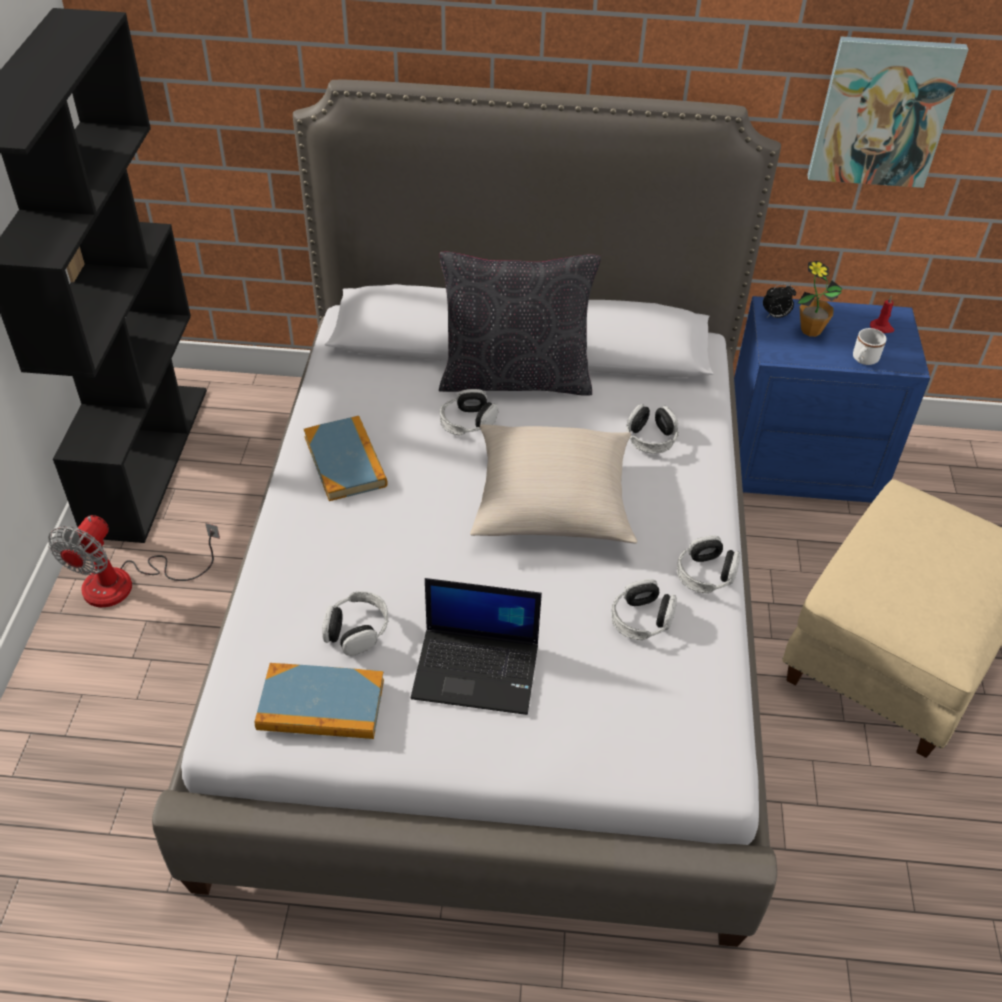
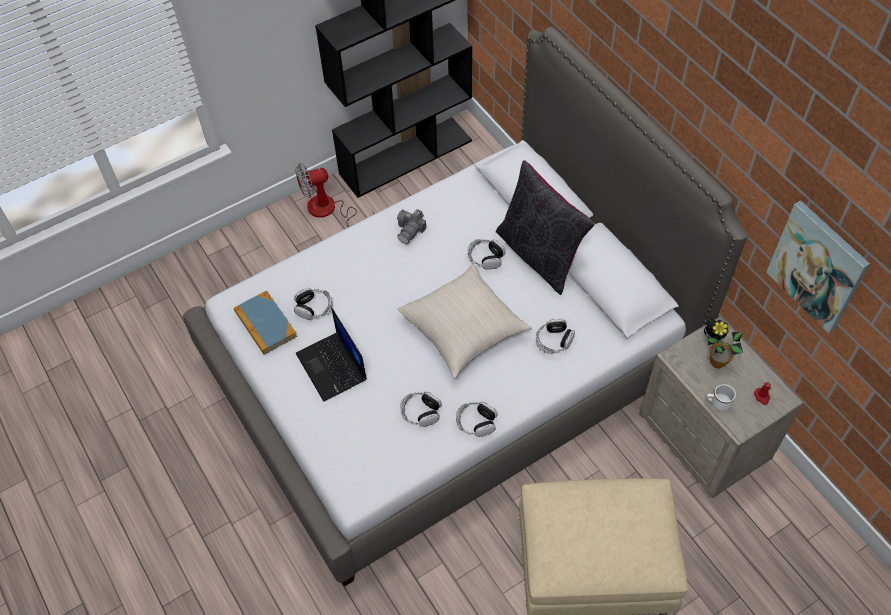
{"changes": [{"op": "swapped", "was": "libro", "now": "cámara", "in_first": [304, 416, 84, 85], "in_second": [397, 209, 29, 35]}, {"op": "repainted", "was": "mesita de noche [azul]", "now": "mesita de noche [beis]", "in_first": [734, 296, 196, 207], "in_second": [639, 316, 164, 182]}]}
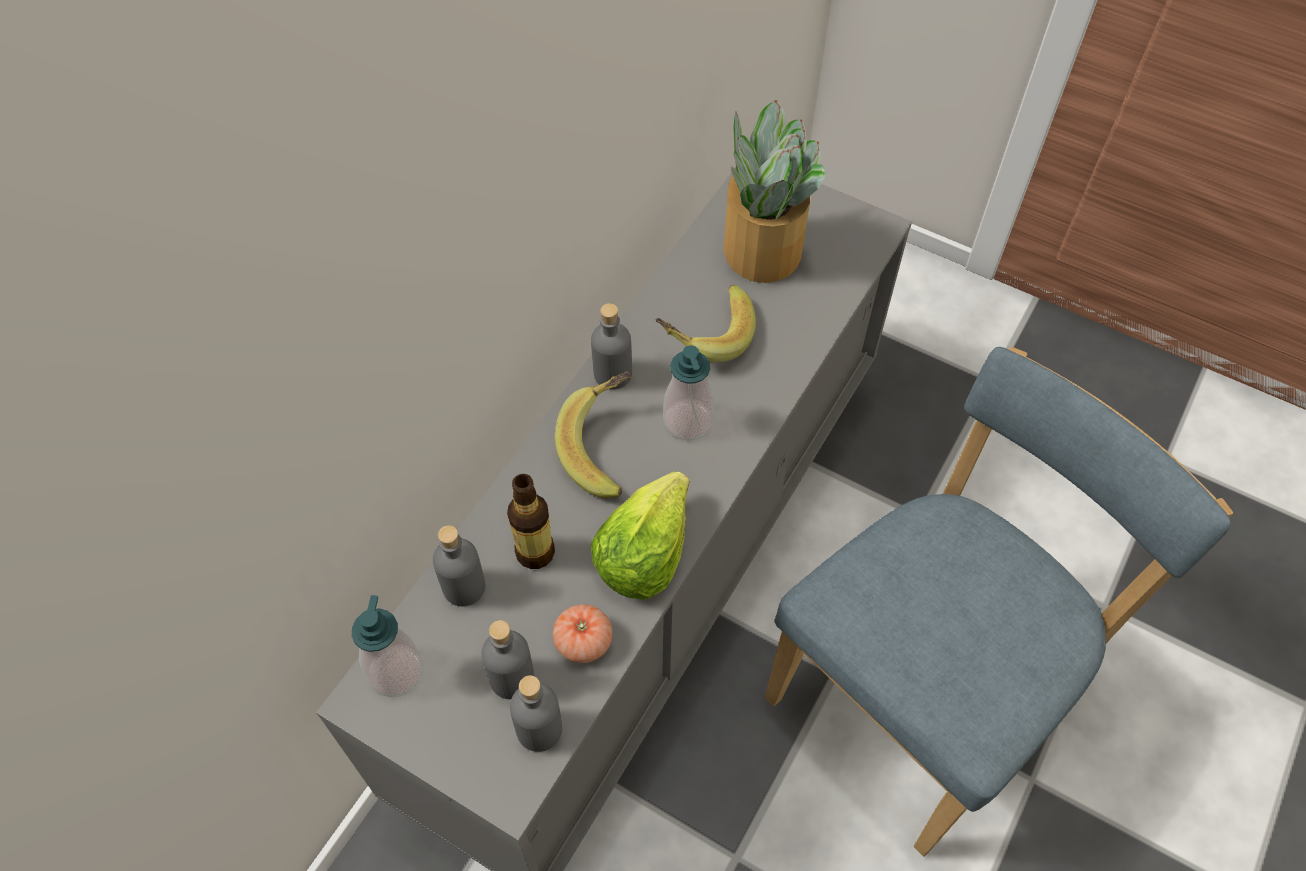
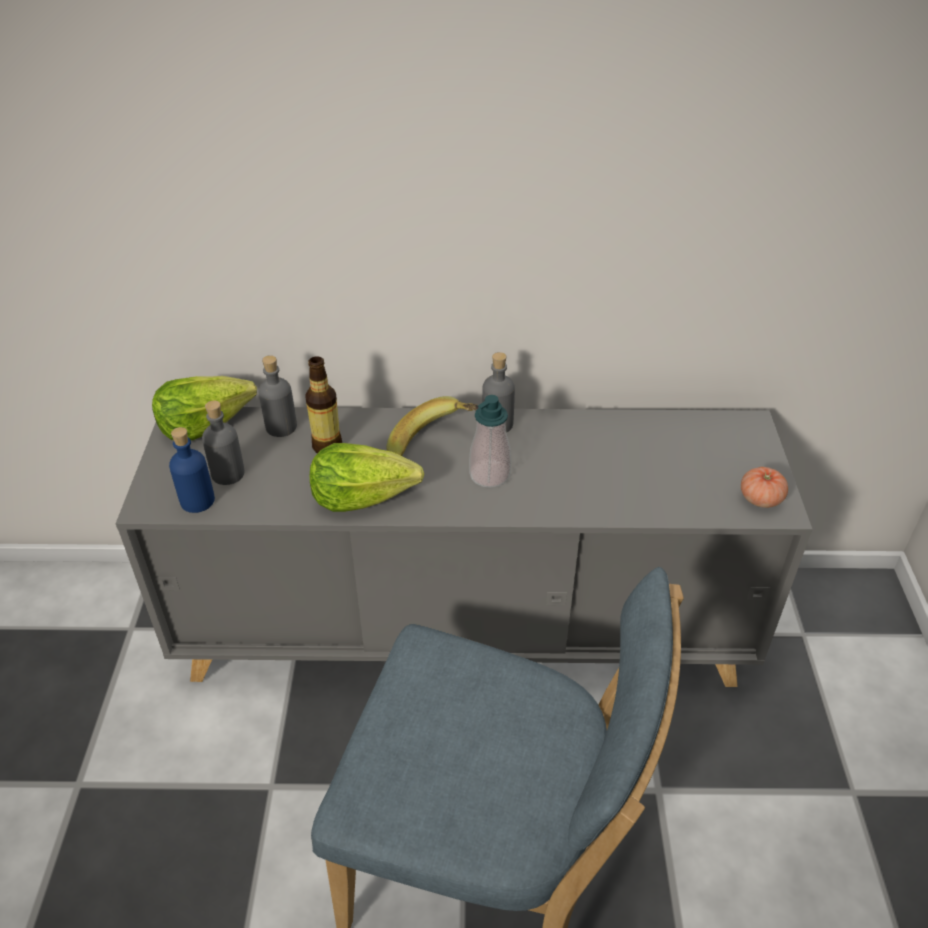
{"changes": [{"op": "gone", "was": "plátano", "in_first": [655, 285, 101, 78]}, {"op": "gone", "was": "planta en maceta", "in_first": [724, 100, 102, 183]}, {"op": "shifted", "was": "tomate", "in_first": [553, 604, 59, 59], "in_second": [741, 467, 47, 41]}, {"op": "swapped", "was": "dispensador de jabón", "now": "lechuga", "in_first": [352, 595, 71, 102], "in_second": [152, 376, 105, 64]}, {"op": "repainted", "was": "botella [gris]", "now": "botella [azul]", "in_first": [510, 675, 52, 77], "in_second": [169, 427, 46, 86]}]}
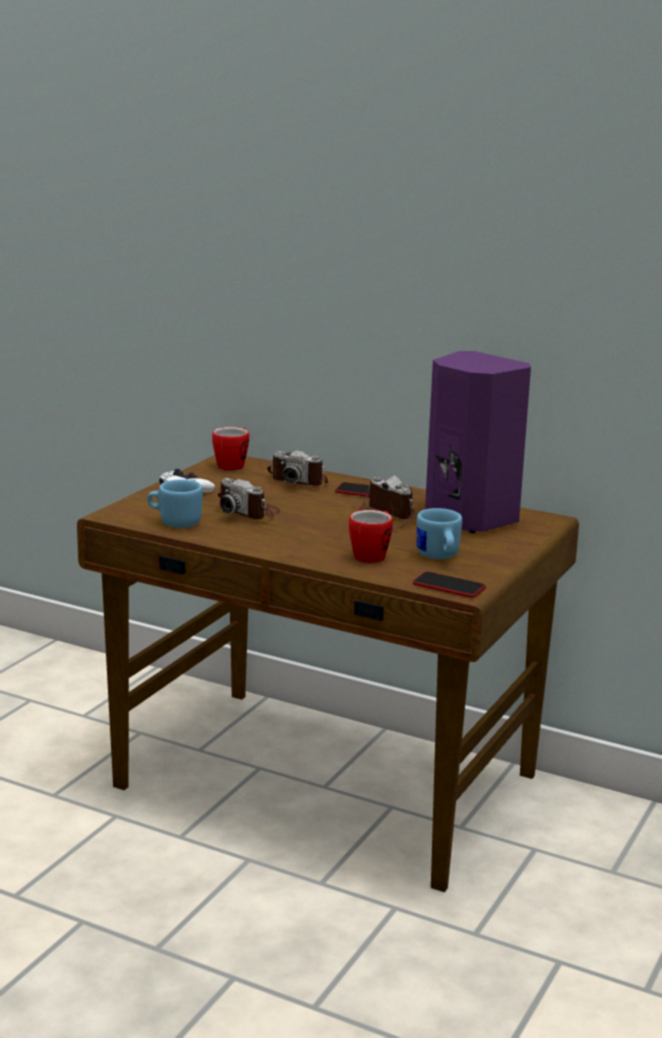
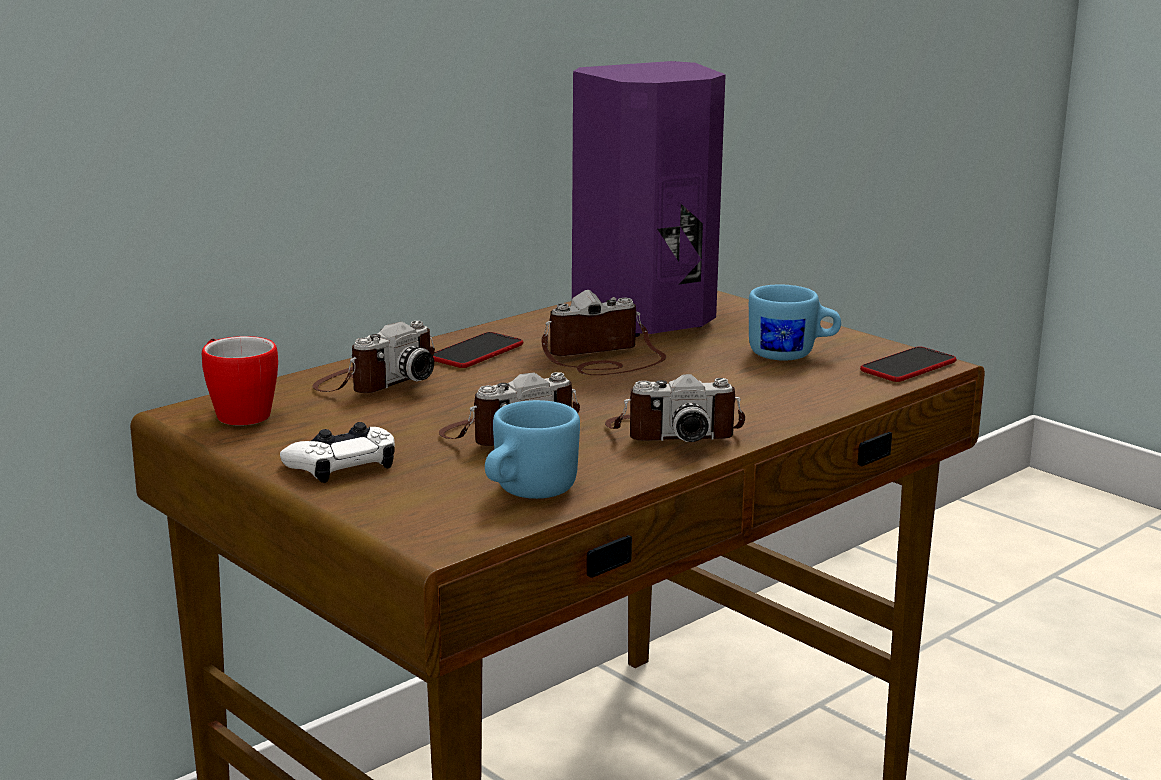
{"changes": [{"op": "gone", "was": "taza grande", "in_first": [349, 510, 44, 53]}, {"op": "new", "now": "cámara", "in_second": [605, 374, 140, 68]}]}
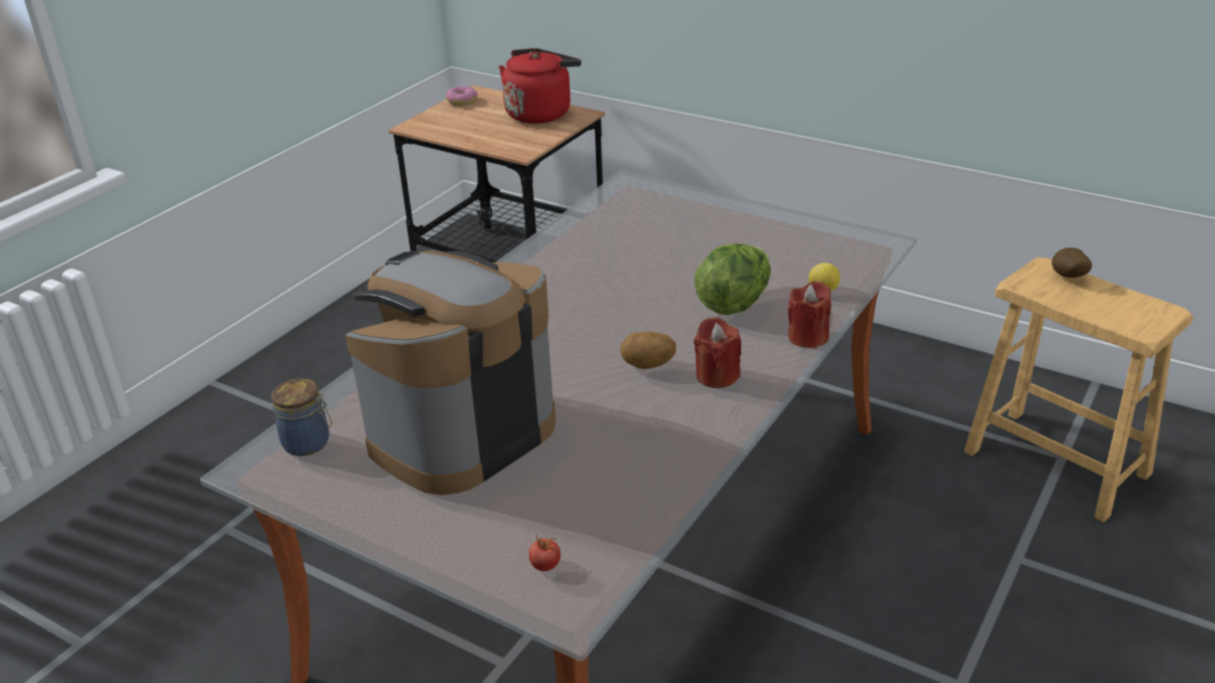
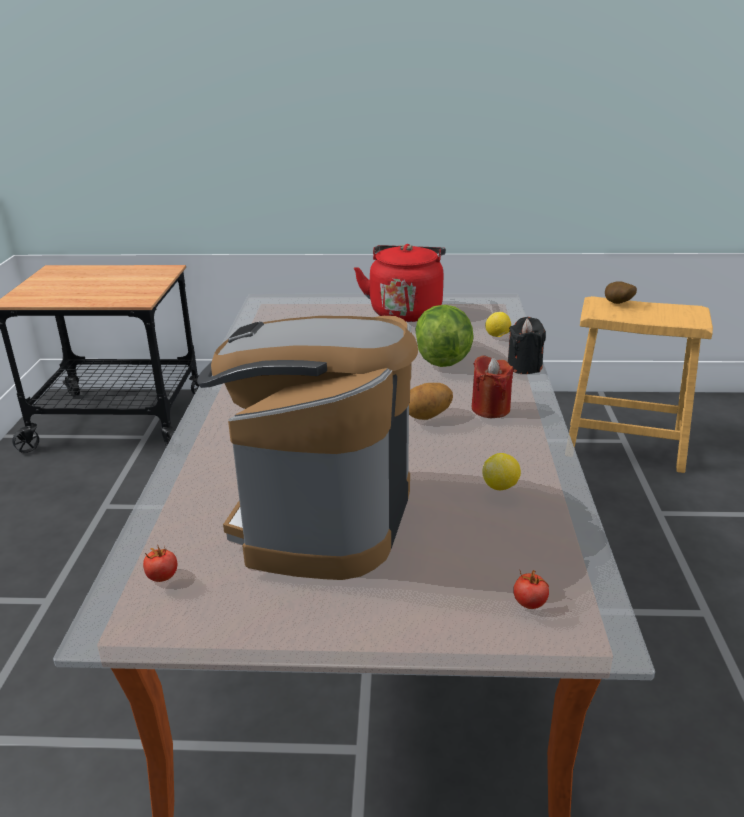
{"changes": [{"op": "gone", "was": "rosquilla", "in_first": [446, 86, 32, 20]}, {"op": "new", "now": "limón", "in_second": [482, 453, 39, 37]}, {"op": "shifted", "was": "hervidor [rojo]", "in_first": [499, 48, 82, 76], "in_second": [354, 244, 92, 78]}, {"op": "swapped", "was": "tarro", "now": "tomate", "in_first": [271, 379, 61, 77], "in_second": [143, 546, 34, 36]}, {"op": "repainted", "was": "vela [rojo]", "now": "vela [negro]", "in_first": [788, 281, 43, 68], "in_second": [508, 317, 38, 57]}]}
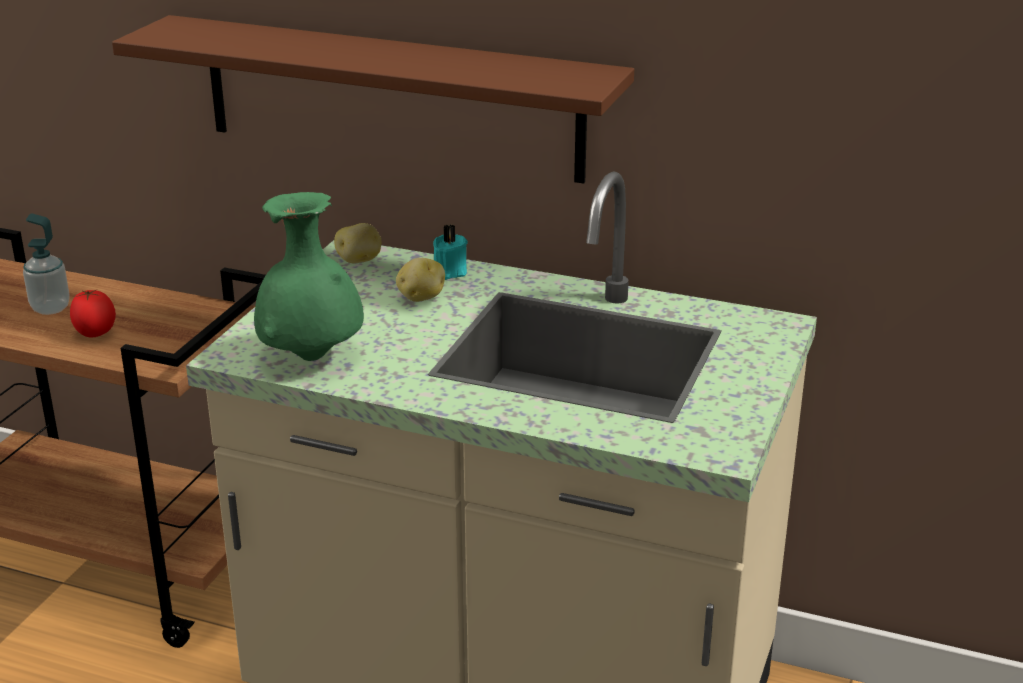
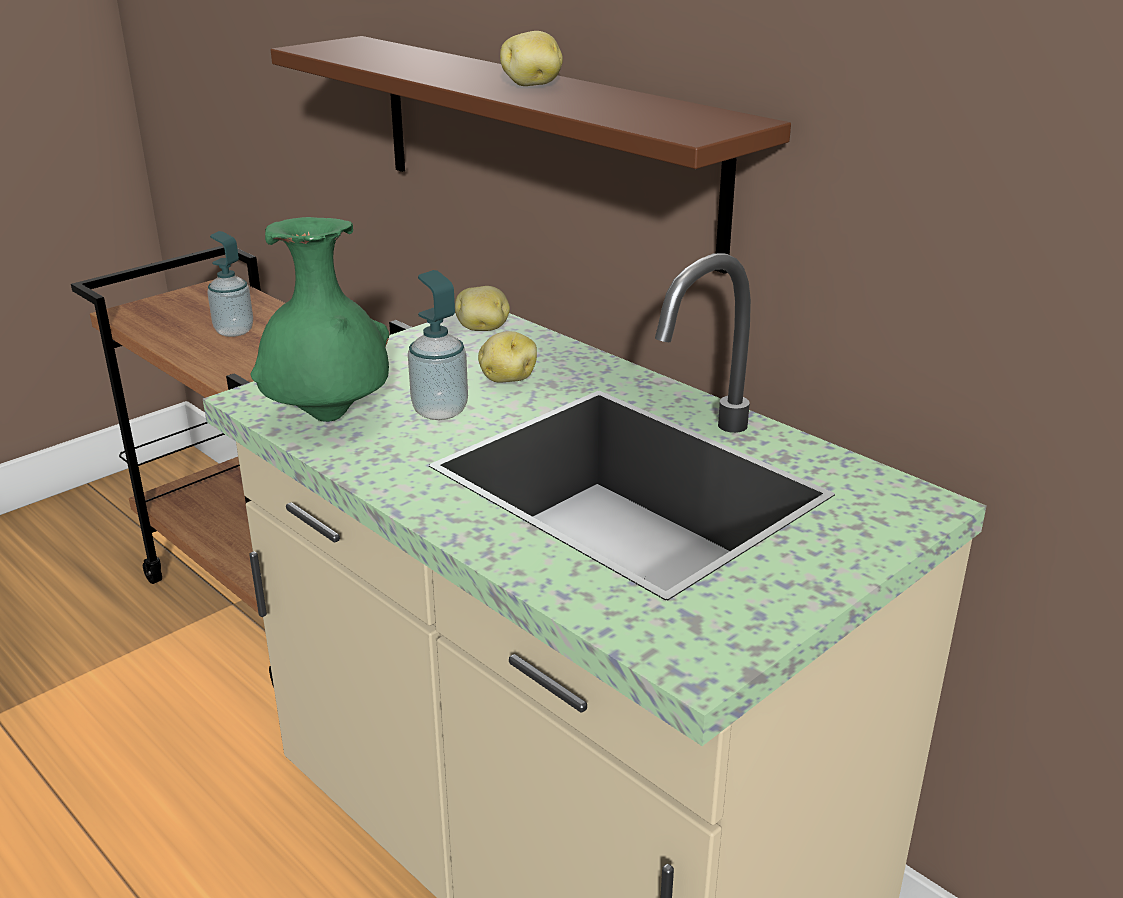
{"changes": [{"op": "gone", "was": "tomate", "in_first": [70, 290, 46, 47]}, {"op": "gone", "was": "vela [turquesa]", "in_first": [433, 224, 35, 56]}, {"op": "new", "now": "dispensador de jabón", "in_second": [408, 270, 60, 150]}, {"op": "new", "now": "patata", "in_second": [500, 31, 63, 55]}]}
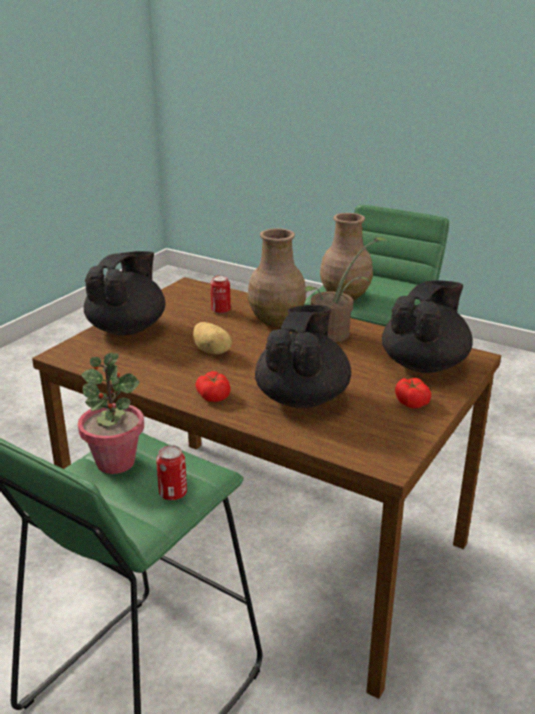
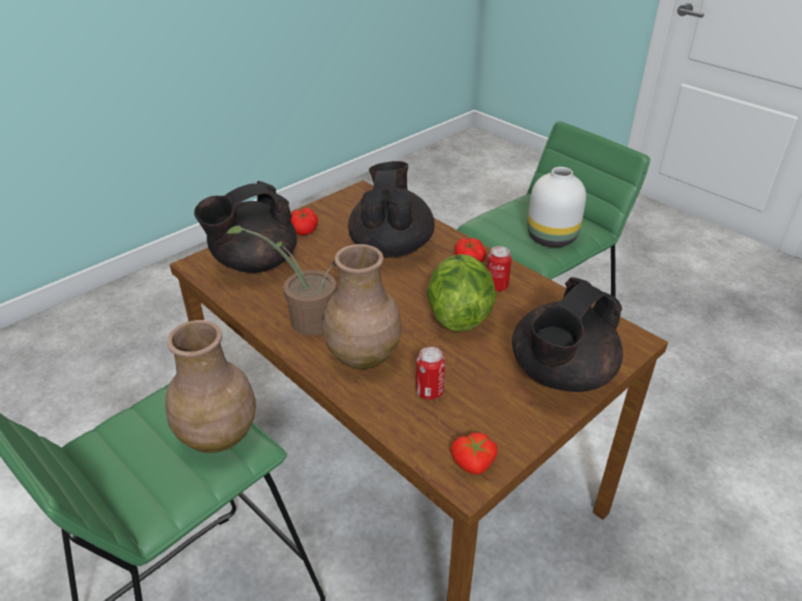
{"changes": [{"op": "new", "now": "tomate", "in_second": [450, 433, 48, 42]}, {"op": "shifted", "was": "lata", "in_first": [156, 445, 31, 55], "in_second": [487, 246, 25, 46]}, {"op": "swapped", "was": "planta en maceta", "now": "florero [blanco]", "in_first": [78, 352, 66, 122], "in_second": [527, 167, 59, 80]}, {"op": "swapped", "was": "patata", "now": "lechuga", "in_first": [193, 322, 39, 32], "in_second": [427, 254, 69, 78]}, {"op": "rotated", "was": "tetera [negro]", "in_first": [255, 305, 96, 103], "in_second": [348, 161, 86, 97], "clockwise": 150}]}
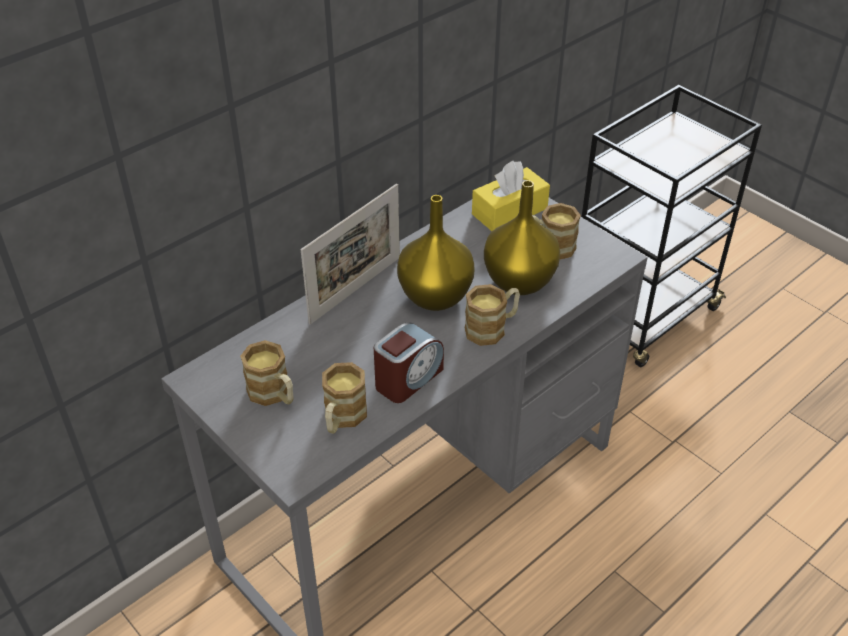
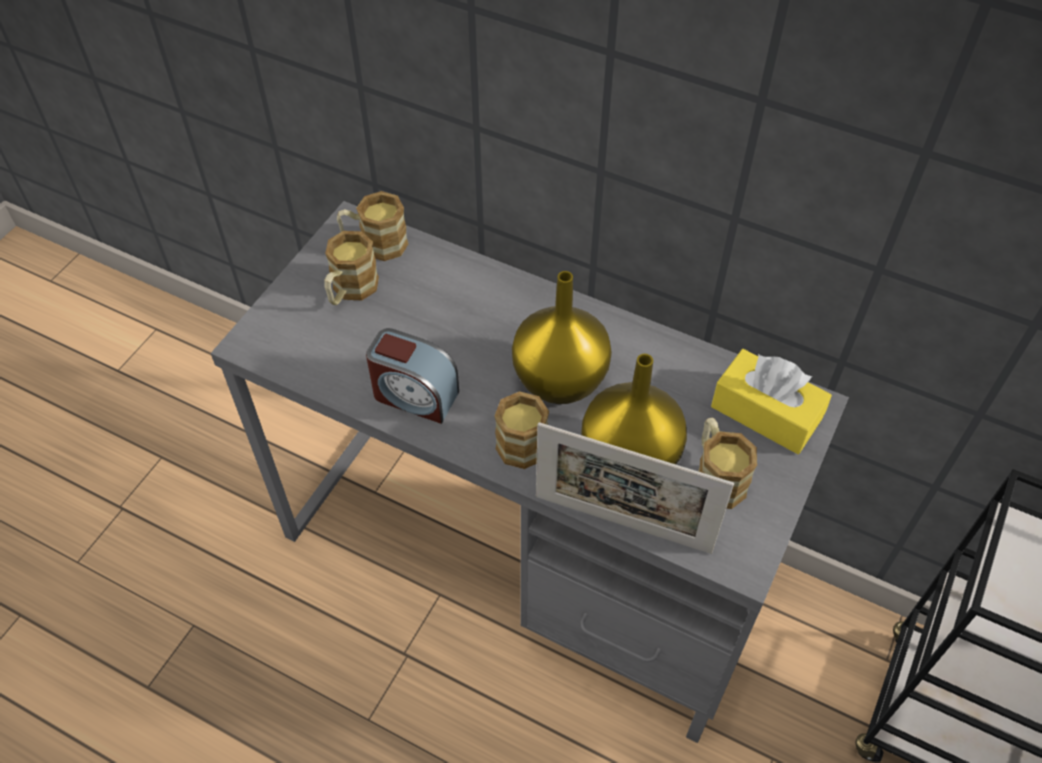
{"changes": [{"op": "shifted", "was": "portarretratos", "in_first": [301, 184, 99, 140], "in_second": [536, 422, 198, 132]}, {"op": "shifted", "was": "taza grande", "in_first": [322, 362, 45, 72], "in_second": [337, 191, 71, 70]}]}
